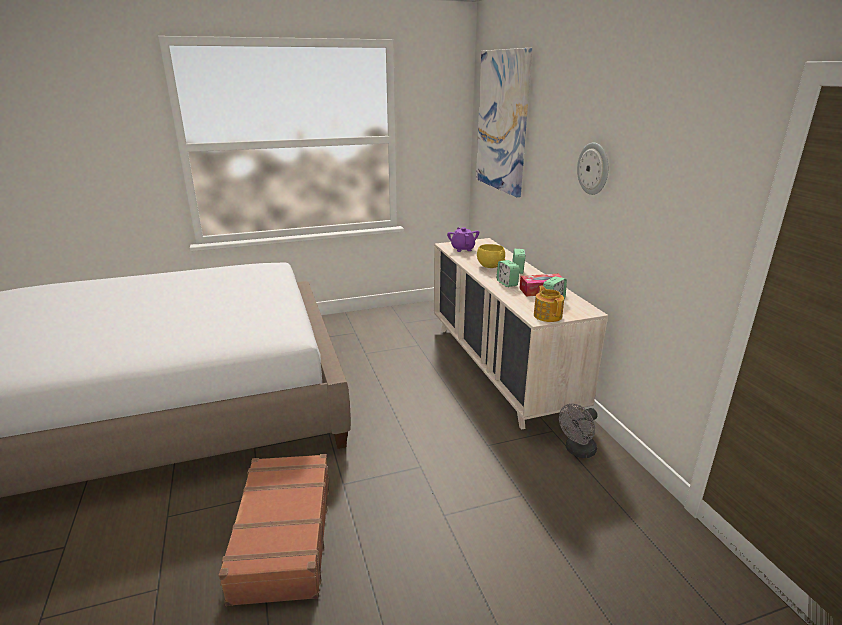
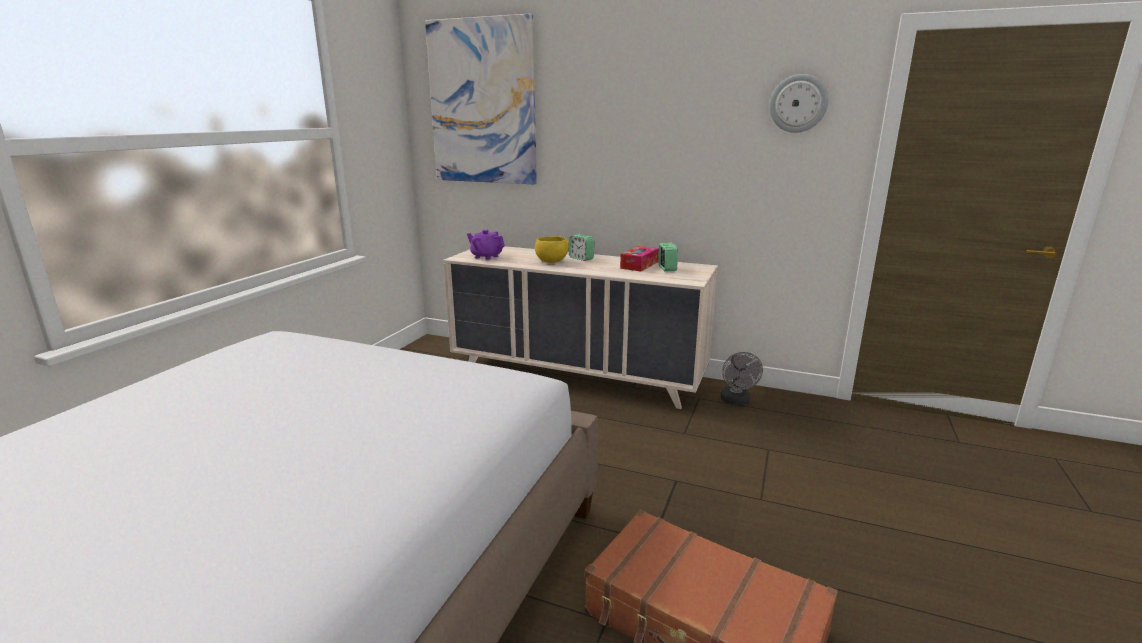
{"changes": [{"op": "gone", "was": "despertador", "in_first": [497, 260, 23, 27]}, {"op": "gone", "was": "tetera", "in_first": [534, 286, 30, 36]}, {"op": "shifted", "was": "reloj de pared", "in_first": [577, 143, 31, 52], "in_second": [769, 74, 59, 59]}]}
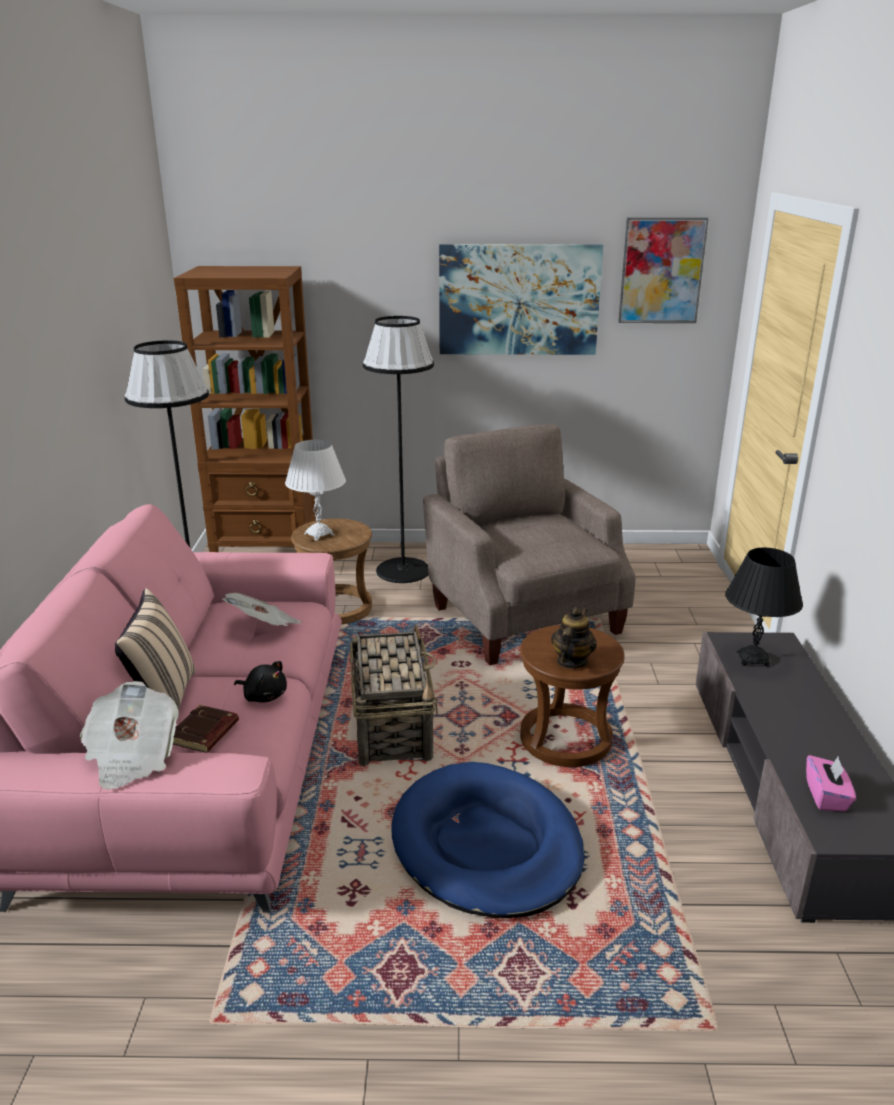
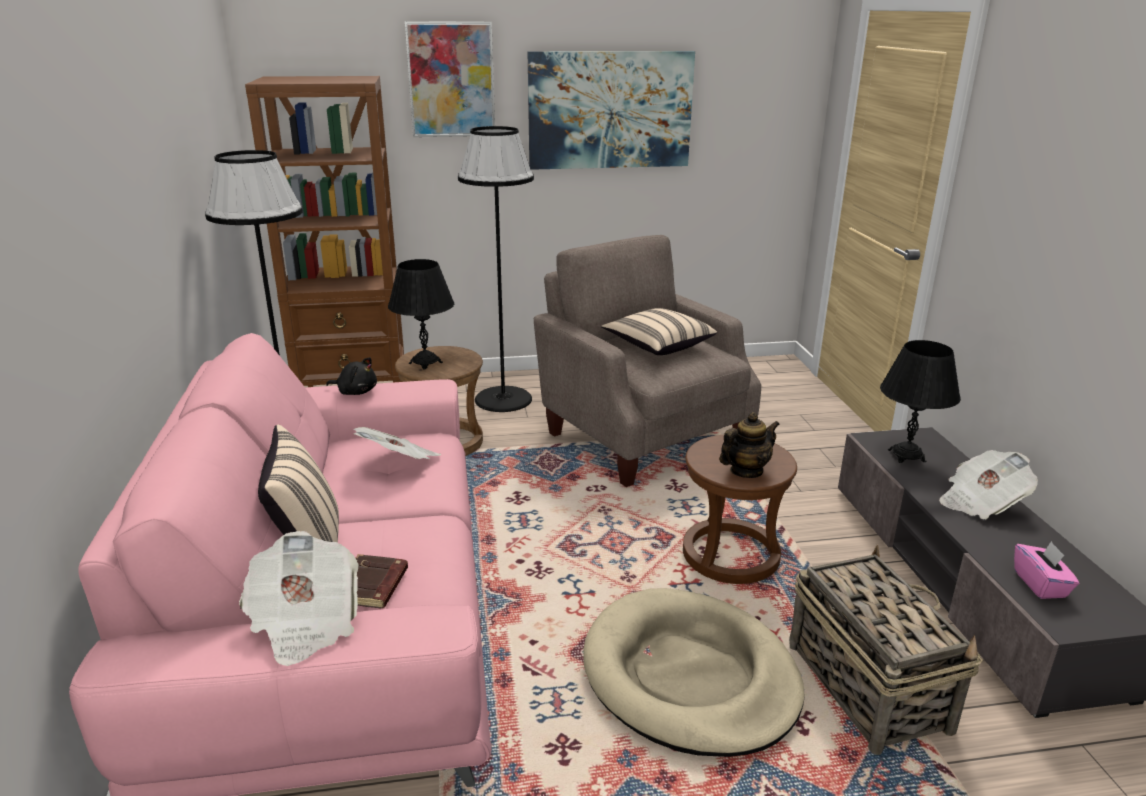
{"changes": [{"op": "new", "now": "cojín [beis]", "in_second": [601, 308, 116, 47]}, {"op": "new", "now": "periódico", "in_second": [939, 450, 99, 69]}, {"op": "shifted", "was": "peluche [negro]", "in_first": [234, 661, 53, 42], "in_second": [326, 357, 51, 38]}, {"op": "shifted", "was": "cesta", "in_first": [350, 624, 88, 142], "in_second": [789, 545, 194, 210]}, {"op": "shifted", "was": "cuadro", "in_first": [618, 218, 91, 105], "in_second": [405, 21, 90, 116]}, {"op": "repainted", "was": "lámpara de mesa [blanco]", "now": "lámpara de mesa [negro]", "in_first": [285, 440, 61, 101], "in_second": [388, 259, 66, 111]}, {"op": "repainted", "was": "cama para perro [azul]", "now": "cama para perro [beis]", "in_first": [391, 762, 194, 156], "in_second": [583, 588, 222, 169]}, {"op": "rotated", "was": "tetera", "in_first": [551, 607, 46, 62], "in_second": [719, 412, 61, 66], "clockwise": 45}]}
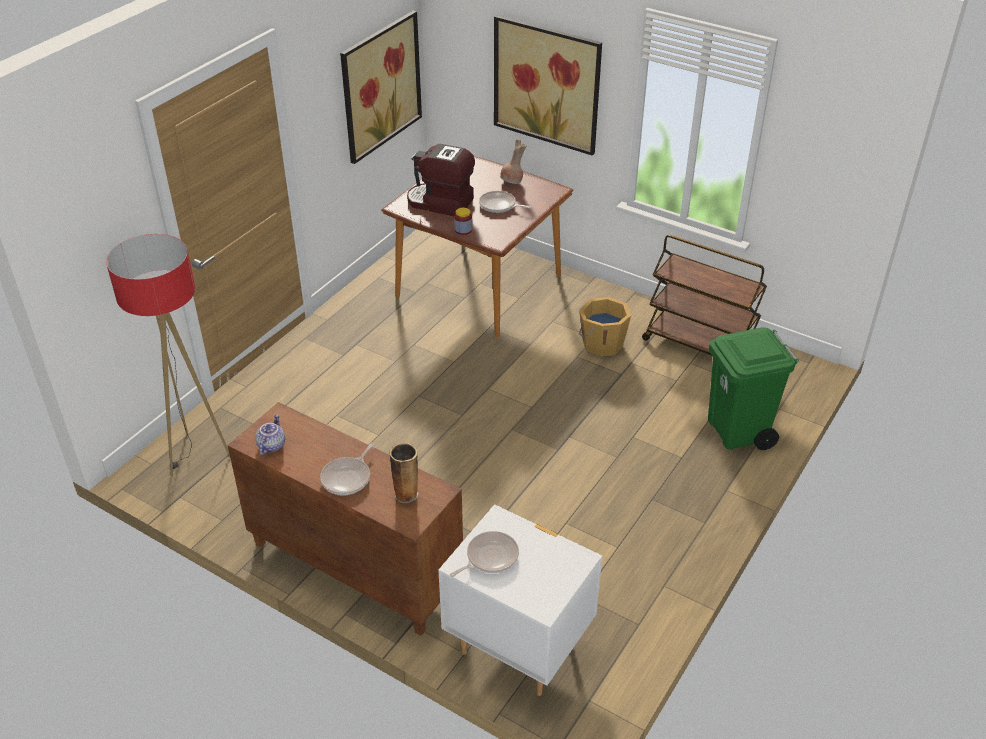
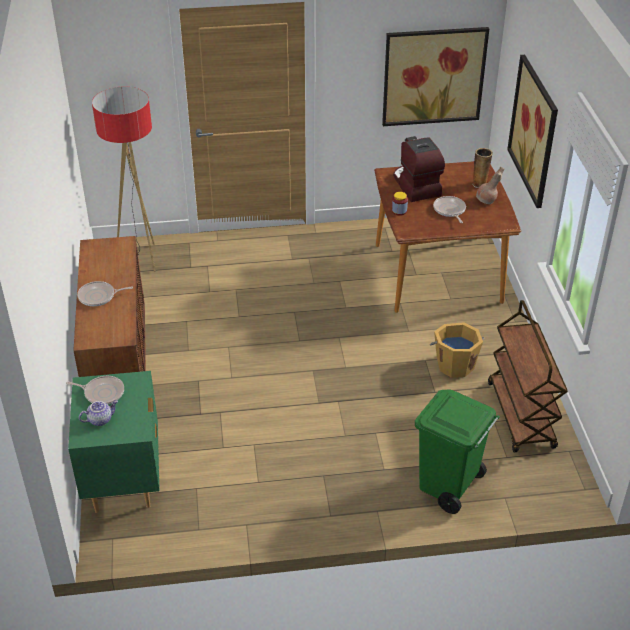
{"changes": [{"op": "shifted", "was": "tetera", "in_first": [255, 414, 30, 41], "in_second": [79, 400, 39, 26]}, {"op": "shifted", "was": "florero", "in_first": [389, 442, 30, 62], "in_second": [472, 148, 21, 40]}, {"op": "repainted", "was": "mesita de noche [blanco]", "now": "mesita de noche [verde]", "in_first": [439, 504, 163, 192], "in_second": [68, 371, 92, 142]}]}
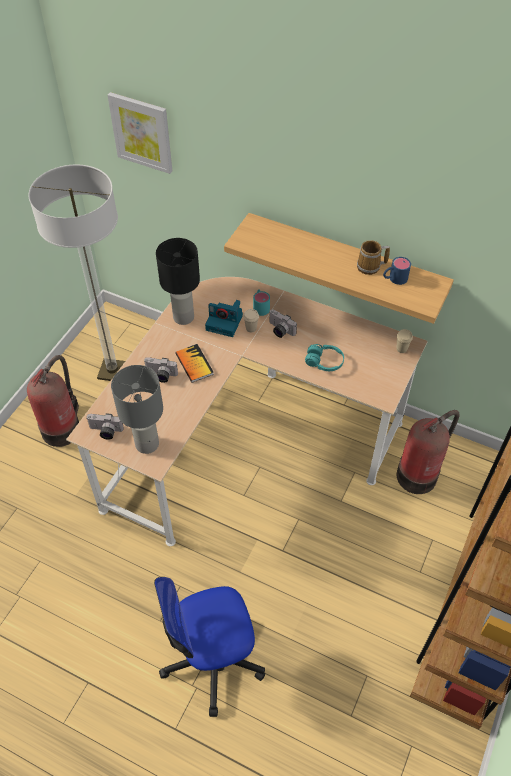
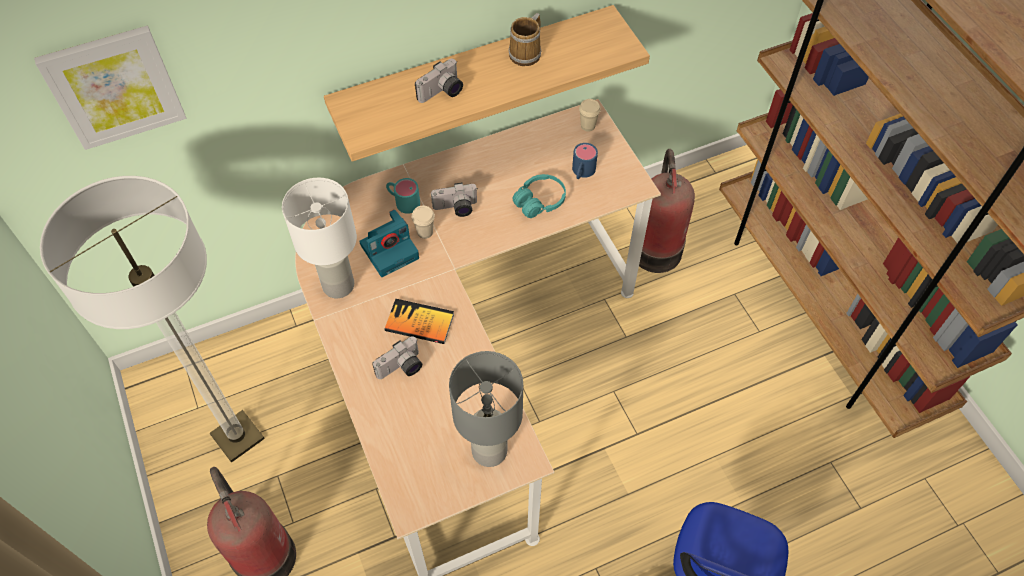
{"changes": [{"op": "shifted", "was": "cámara", "in_first": [86, 413, 38, 27], "in_second": [415, 59, 48, 44]}, {"op": "shifted", "was": "taza grande [azul]", "in_first": [383, 257, 28, 28], "in_second": [572, 143, 26, 36]}, {"op": "repainted", "was": "lámpara de mesa [negro]", "now": "lámpara de mesa [blanco]", "in_first": [156, 238, 44, 87], "in_second": [282, 177, 75, 121]}]}
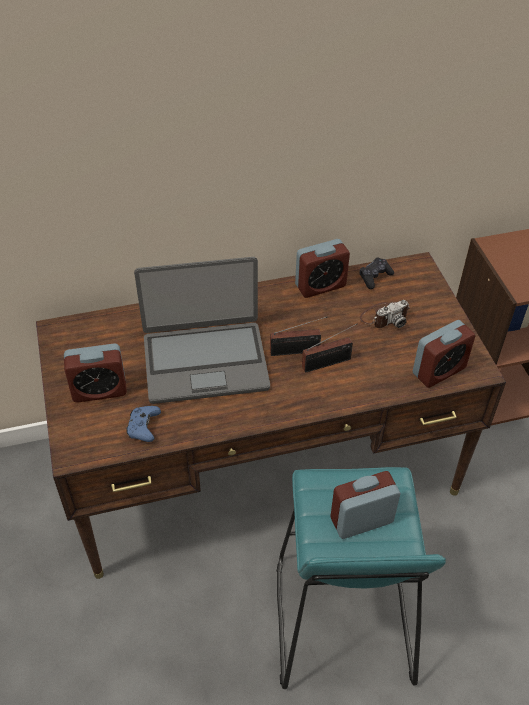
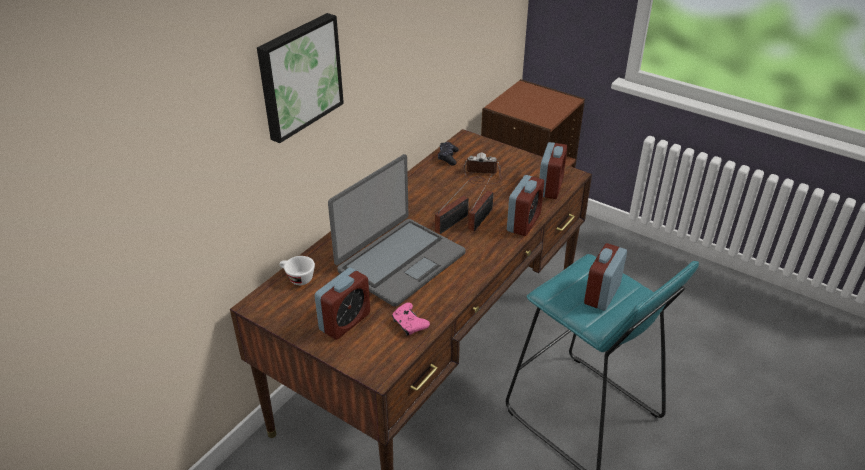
{"changes": [{"op": "new", "now": "cuadro", "in_second": [257, 13, 87, 130]}, {"op": "new", "now": "taza [blanco]", "in_second": [279, 256, 36, 29]}, {"op": "shifted", "was": "despertador", "in_first": [295, 239, 55, 59], "in_second": [507, 175, 37, 61]}, {"op": "repainted", "was": "mando de consola [azul]", "now": "mando de consola [rosa]", "in_first": [126, 406, 35, 36], "in_second": [392, 303, 38, 33]}, {"op": "rotated", "was": "cámara", "in_first": [360, 300, 49, 28], "in_second": [463, 153, 39, 32], "clockwise": -105}]}
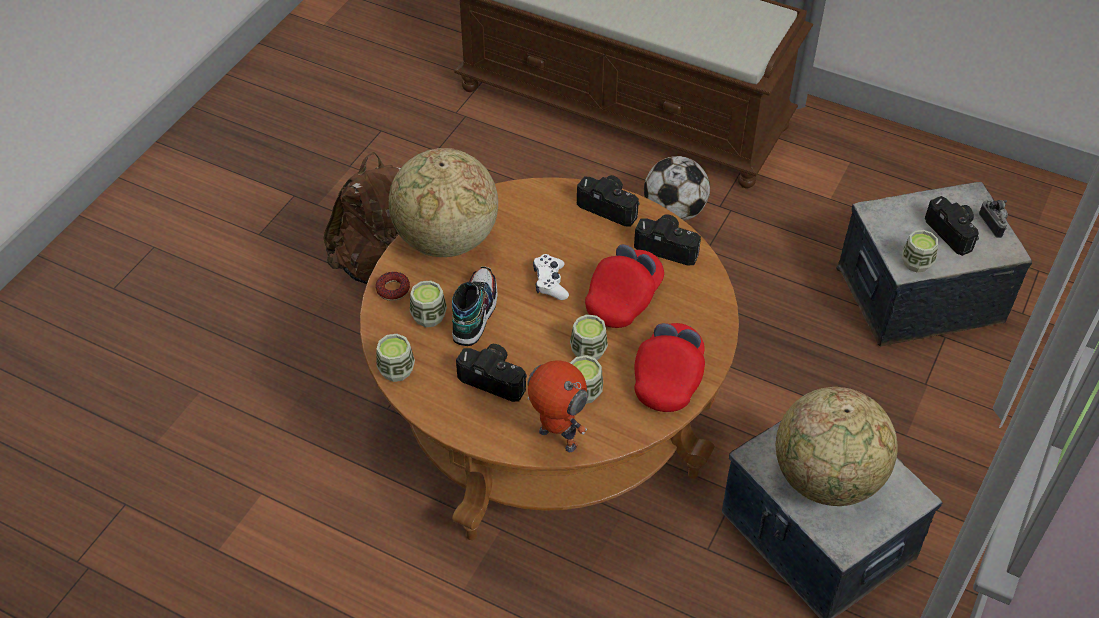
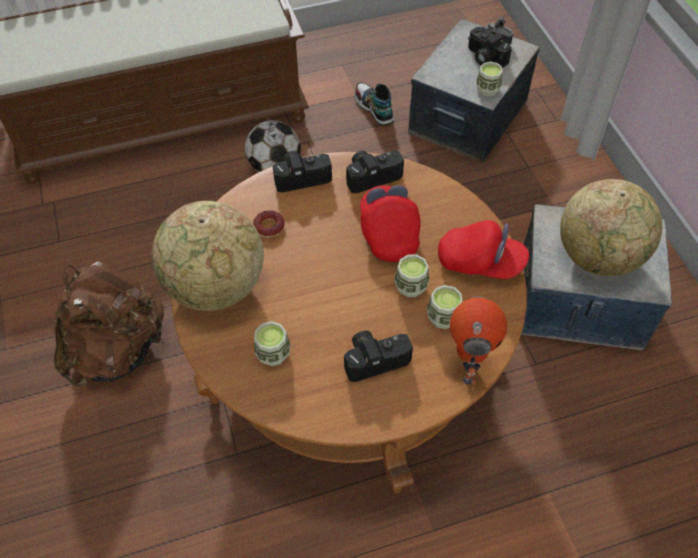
{"changes": [{"op": "gone", "was": "taza", "in_first": [376, 334, 39, 48]}, {"op": "gone", "was": "mando de consola [blanco]", "in_first": [533, 254, 36, 46]}, {"op": "shifted", "was": "rosquilla", "in_first": [375, 272, 35, 29], "in_second": [253, 210, 32, 27]}, {"op": "shifted", "was": "zapato", "in_first": [452, 267, 46, 79], "in_second": [355, 82, 39, 44]}, {"op": "rotated", "was": "robot de juguete", "in_first": [527, 360, 61, 92], "in_second": [450, 296, 57, 89], "clockwise": 105}, {"op": "rotated", "was": "gorra [rojo]", "in_first": [634, 323, 71, 89], "in_second": [438, 220, 91, 59], "clockwise": 135}, {"op": "rotated", "was": "cámara", "in_first": [925, 196, 54, 60], "in_second": [468, 27, 44, 41], "clockwise": -150}]}
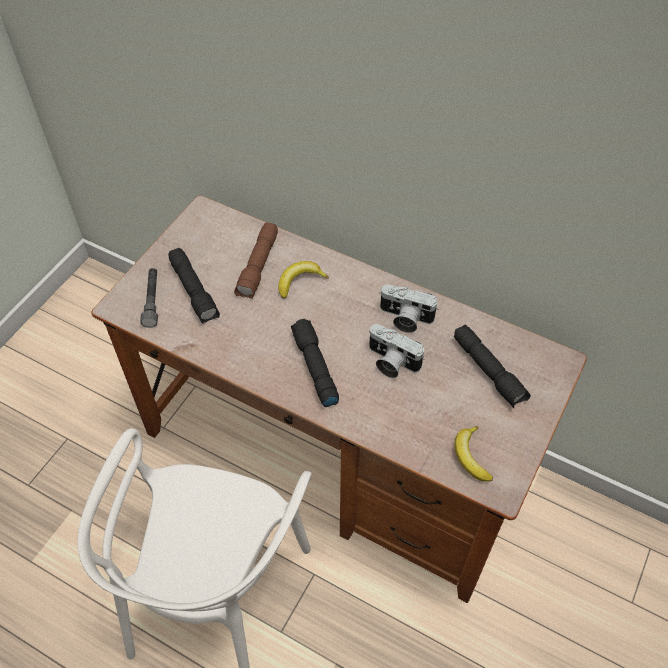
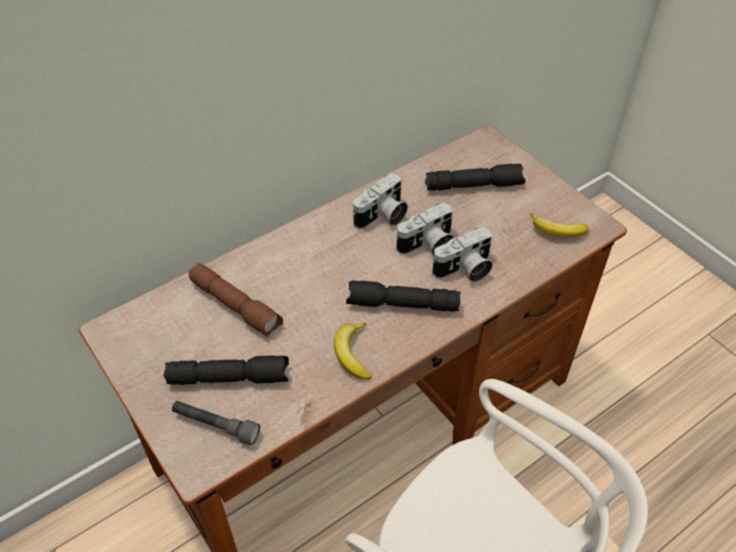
{"changes": [{"op": "new", "now": "cámara", "in_second": [432, 226, 60, 56]}, {"op": "shifted", "was": "plátano", "in_first": [278, 261, 51, 38], "in_second": [334, 323, 38, 57]}]}
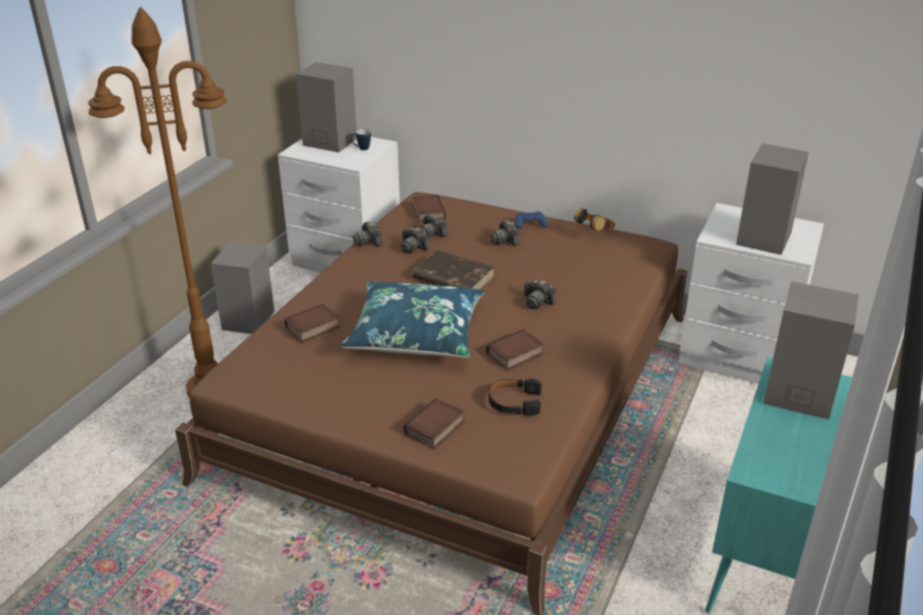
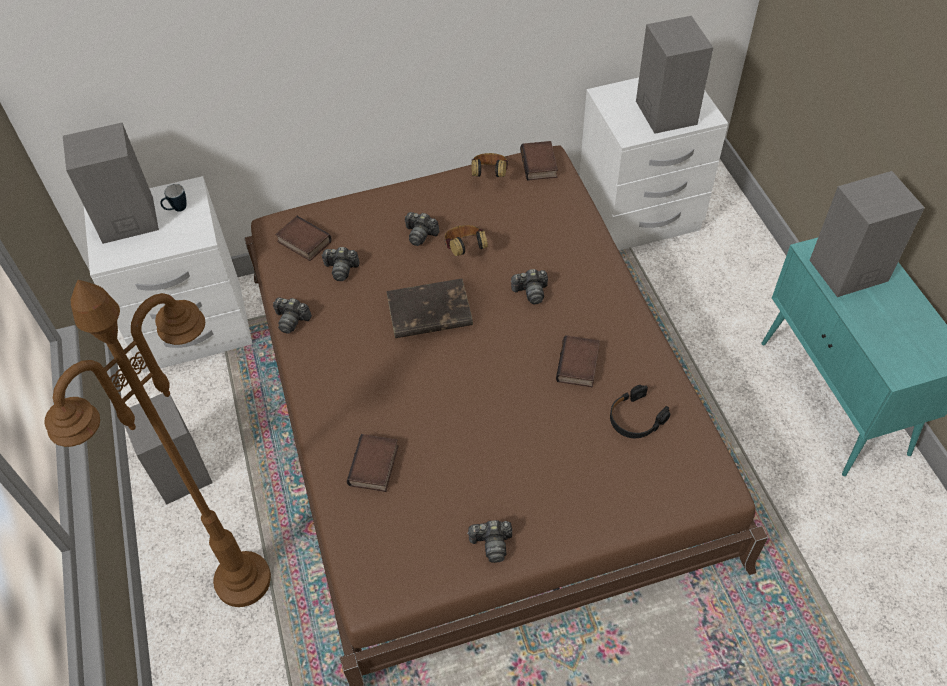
{"changes": [{"op": "gone", "was": "cojín [azul]", "in_first": [340, 281, 144, 77]}, {"op": "gone", "was": "mando de consola [azul]", "in_first": [515, 211, 33, 18]}, {"op": "new", "now": "auriculares", "in_second": [444, 225, 44, 31]}, {"op": "shifted", "was": "cámara", "in_first": [401, 227, 29, 26], "in_second": [467, 520, 45, 43]}, {"op": "shifted", "was": "libro", "in_first": [404, 398, 61, 51], "in_second": [520, 141, 38, 40]}]}
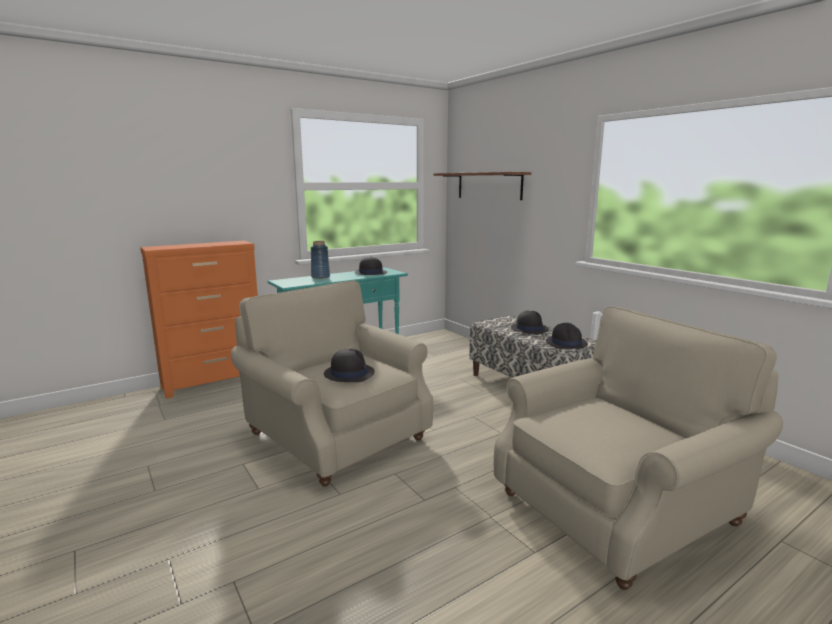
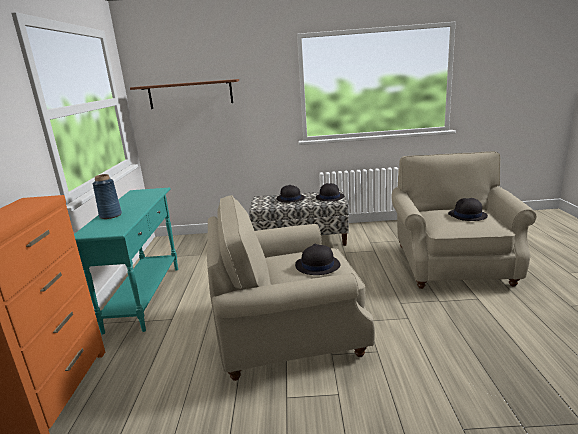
{"changes": [{"op": "shifted", "was": "sombrero [negro]", "in_first": [355, 257, 32, 18], "in_second": [448, 198, 40, 23]}]}
